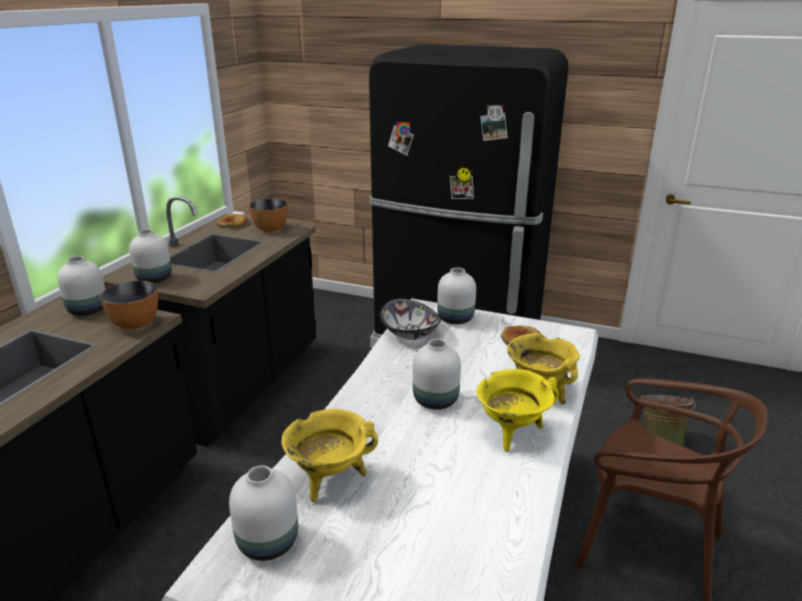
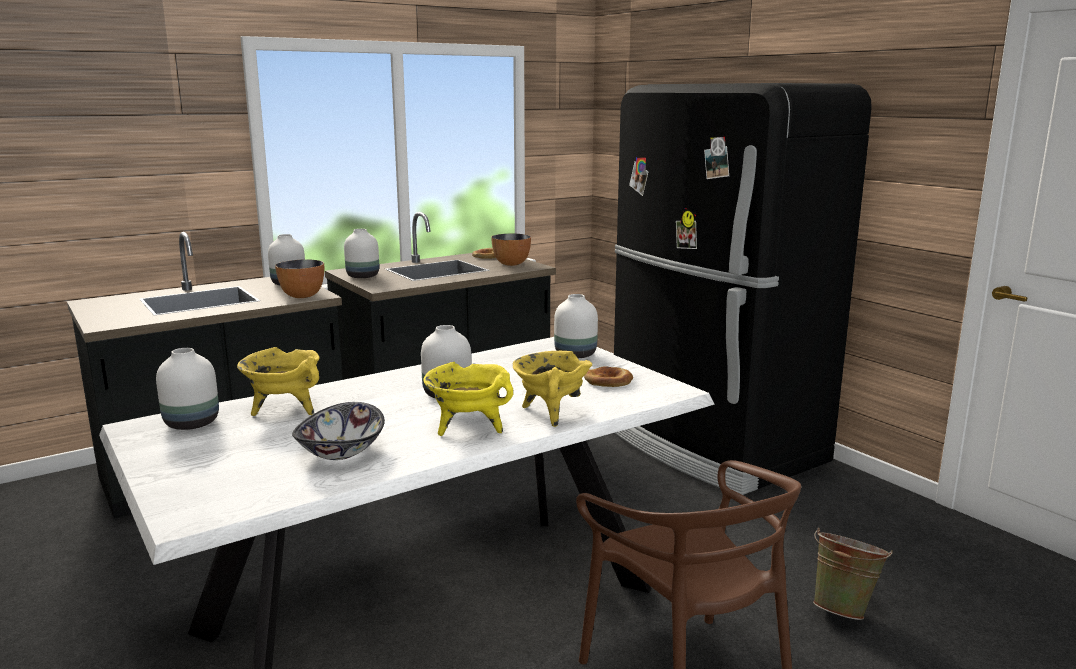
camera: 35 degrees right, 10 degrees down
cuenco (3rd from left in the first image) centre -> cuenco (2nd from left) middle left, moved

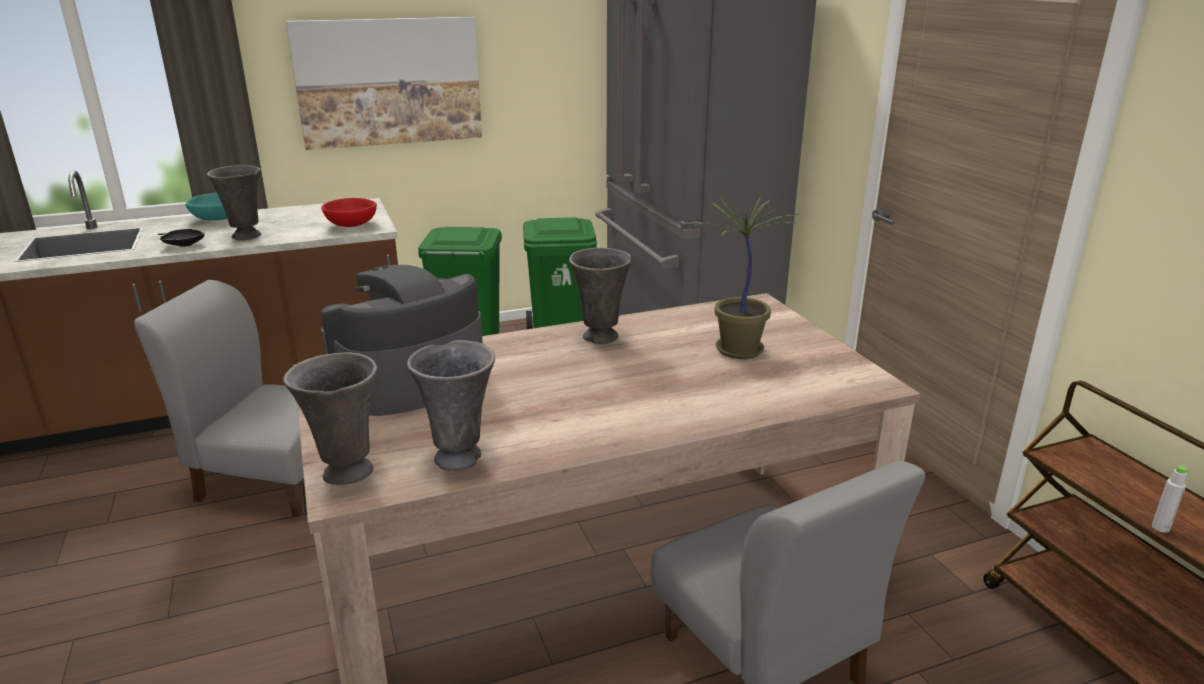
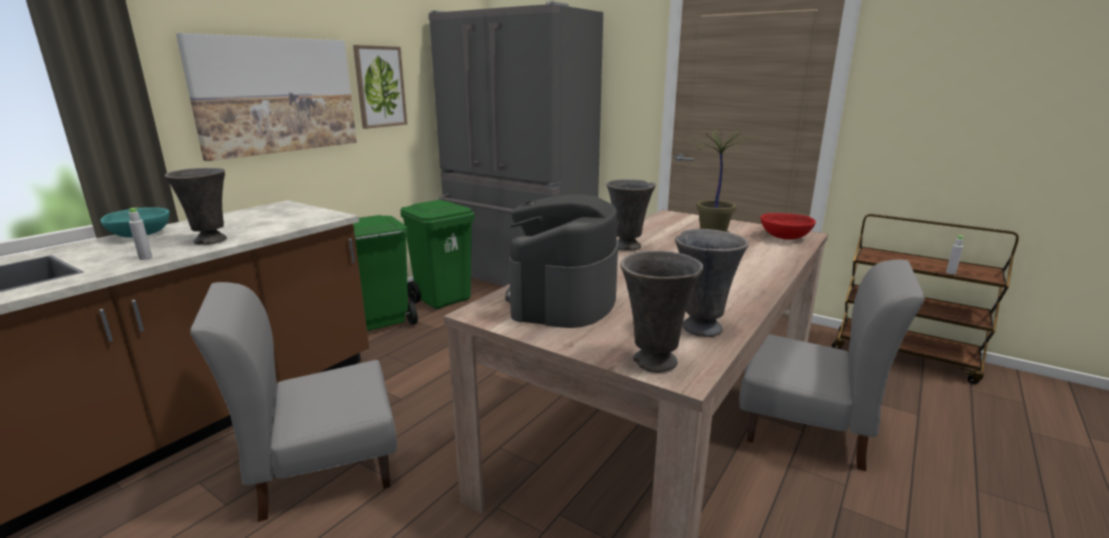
camera: 35 degrees left, 5 degrees down
cuenco/negro middle left -> botella/gris (1st from left) middle left
cuenco/rojo top left -> cuenco/rojo middle right, moved
none -> cuadro (2nd from left) top centre

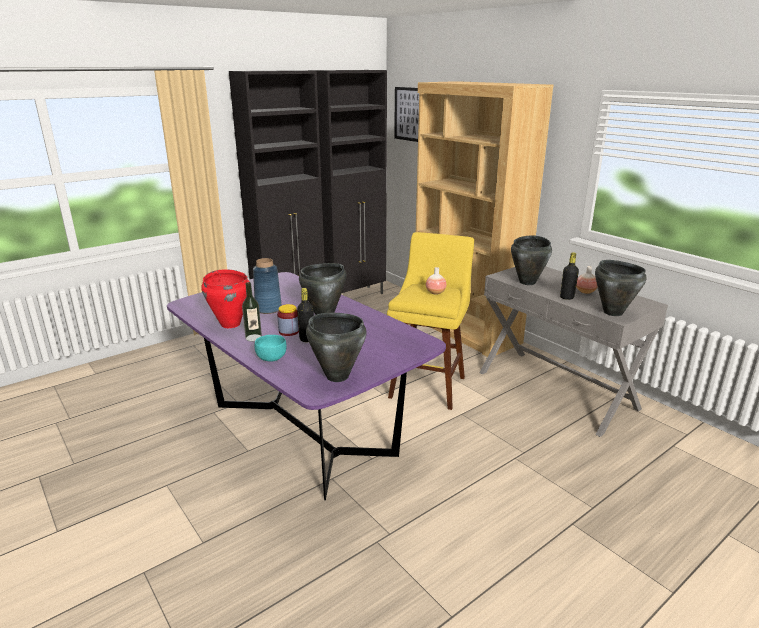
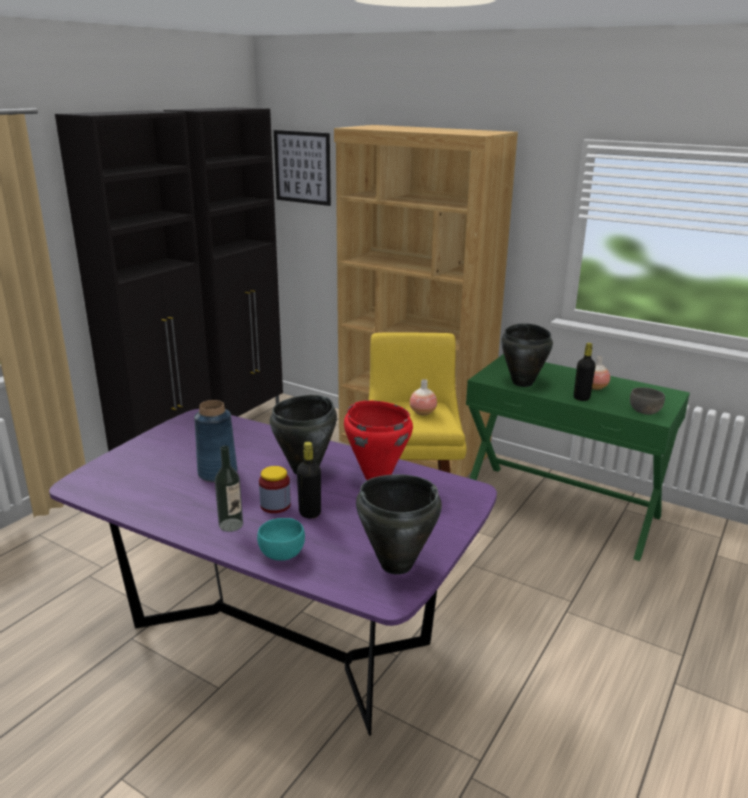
camera: 20 degrees left, 0 degrees up
olla/rojo middle left -> olla/rojo centre, moved
mesa consola/gris middle right -> mesa consola/verde middle right
olla/negro (4th from left) middle right -> cuenco/gris middle right

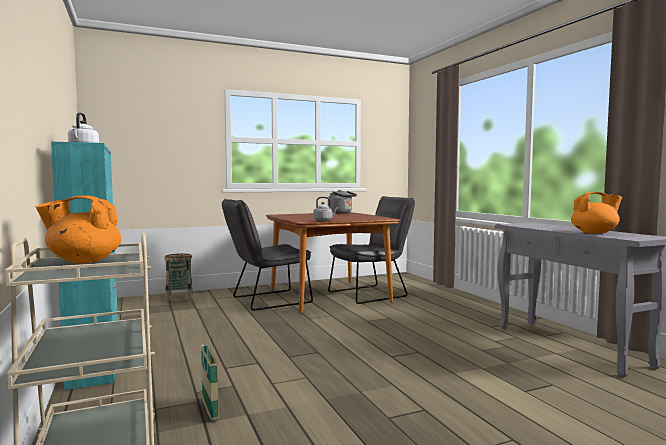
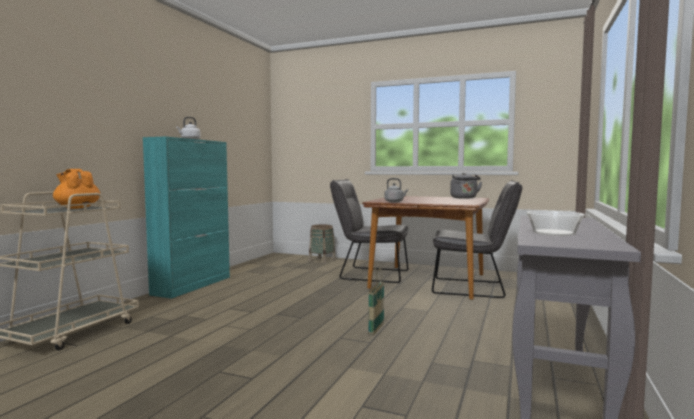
camera: 45 degrees right, 0 degrees up
cesta (2nd from left) bottom left -> cesta (2nd from left) bottom centre, moved
tetera/naranja (2nd from left) middle right -> cuenco middle right

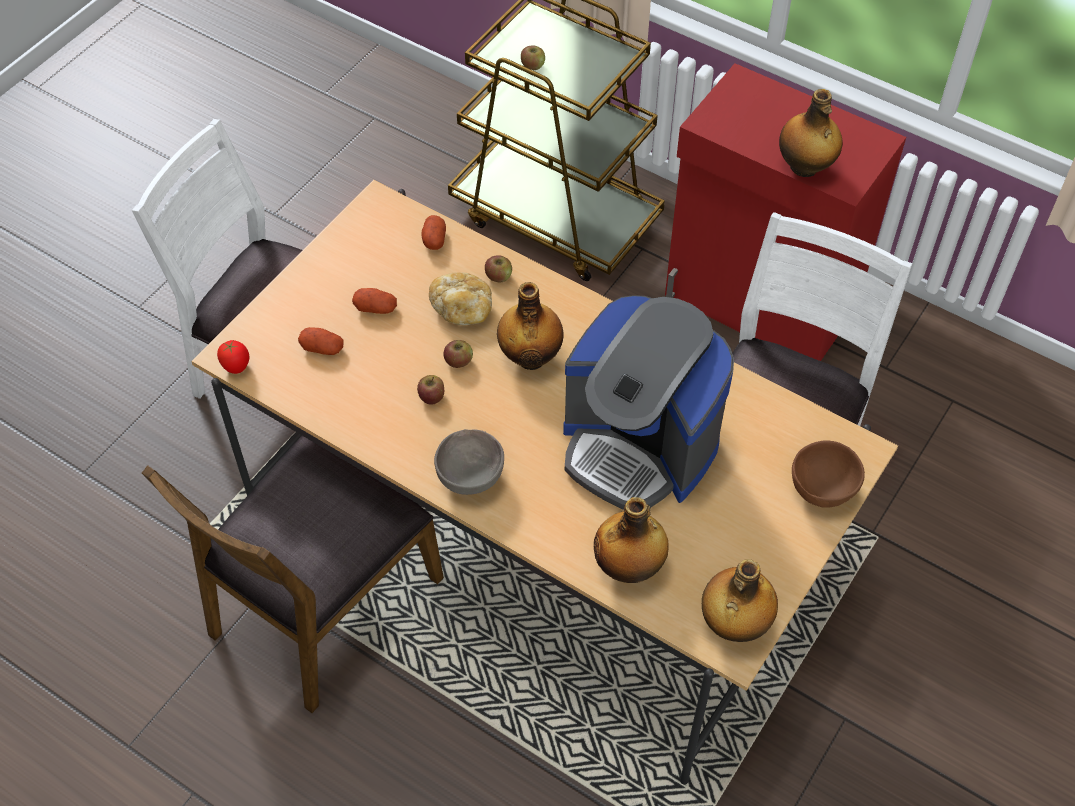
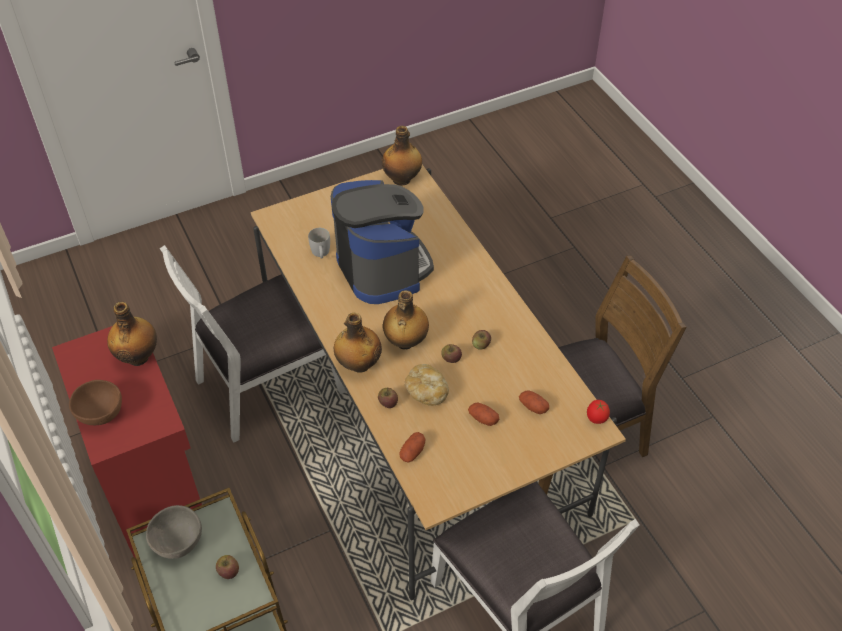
camera: 150 degrees left, 5 degrees down
cuenco/gris centre -> cuenco/gris bottom left, moved
botella (2nd from left) bottom centre -> botella (2nd from left) centre, moved
cuenco/marrón middle right -> cuenco/marrón middle left, moved
none -> taza grande/blanco centre

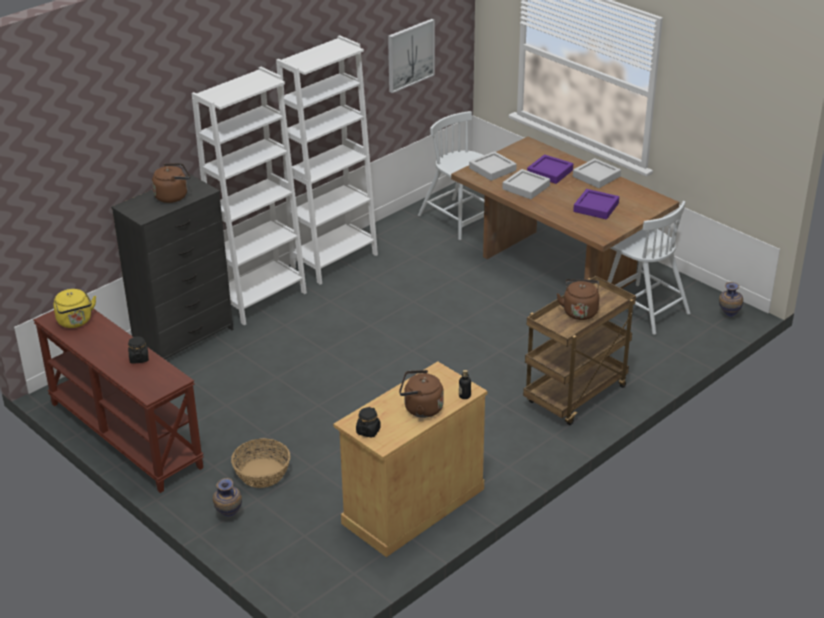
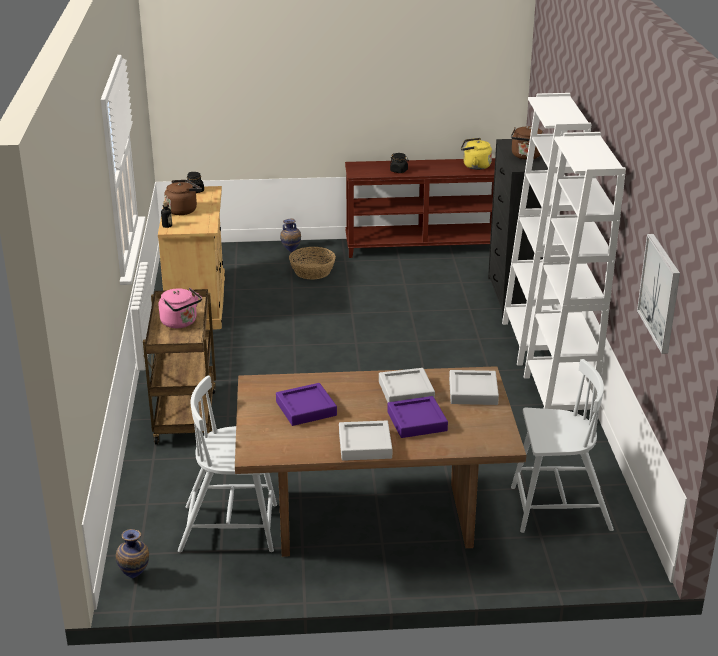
camera: 130 degrees right, 5 degrees down
hervidor/marrón (3rd from left) middle right -> hervidor/rosa middle left

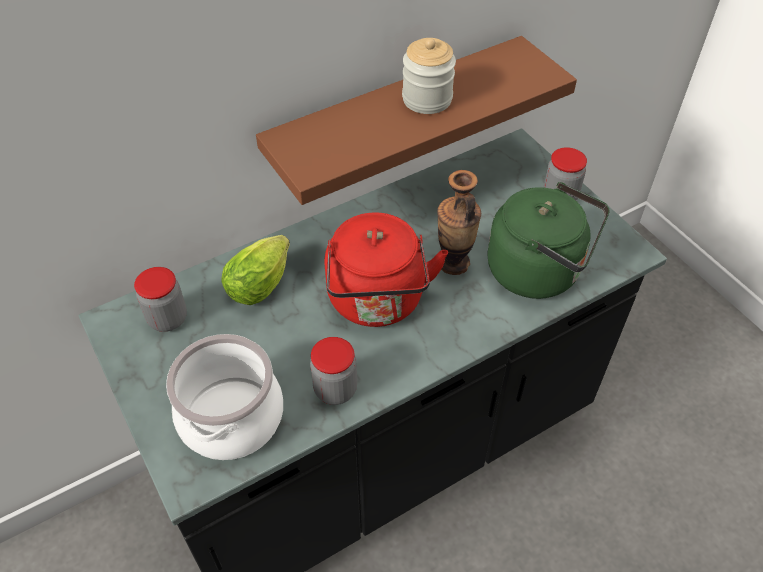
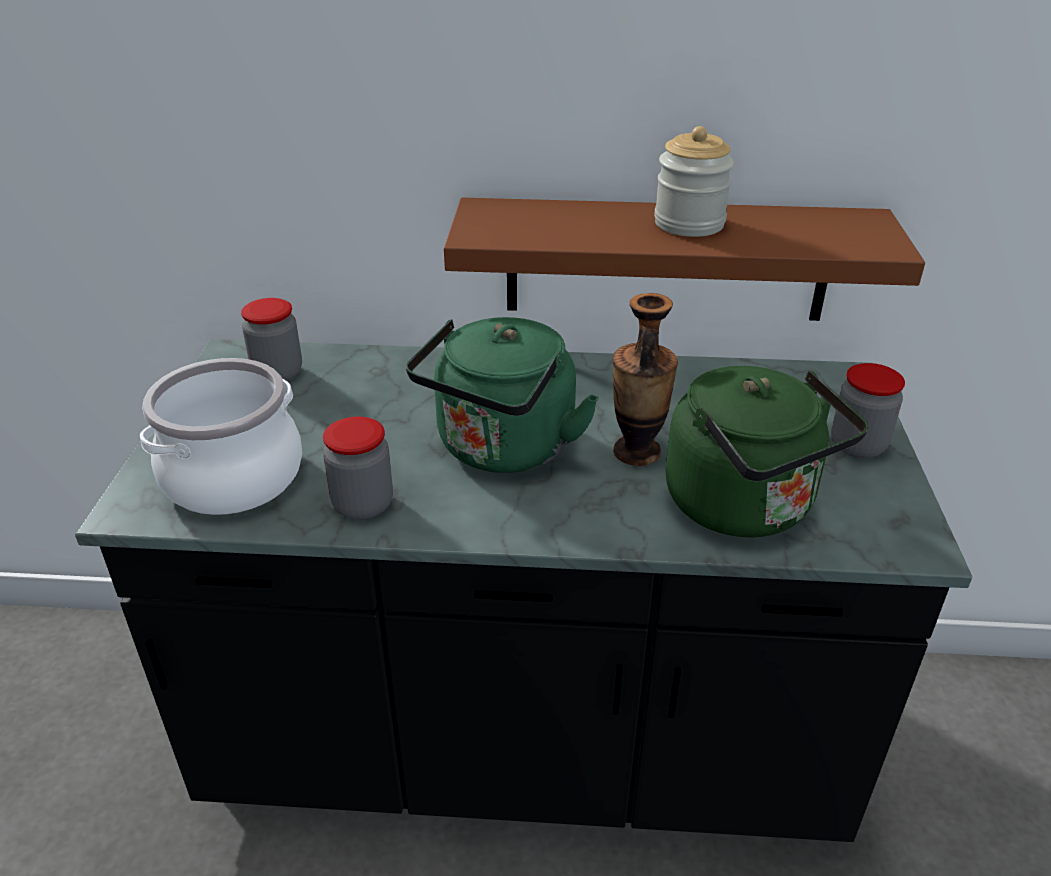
camera: 35 degrees right, 15 degrees down
lechuga centre -> none
hervidor/rojo centre -> hervidor/verde (1st from left) centre

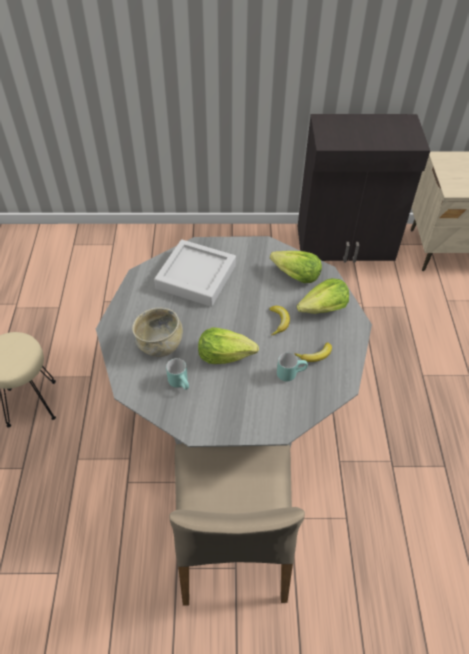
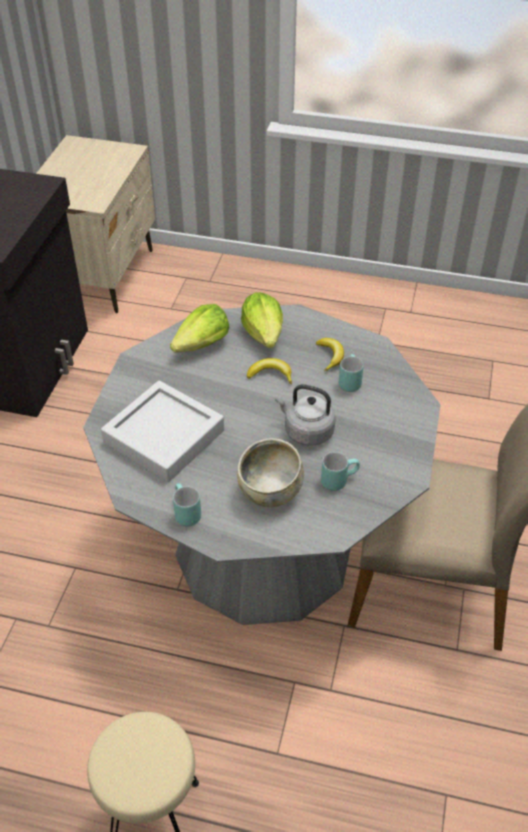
camera: 75 degrees left, 5 degrees down
lechuga (1st from left) centre -> hervidor/gris centre
none -> taza grande/turquesa (1st from left) centre

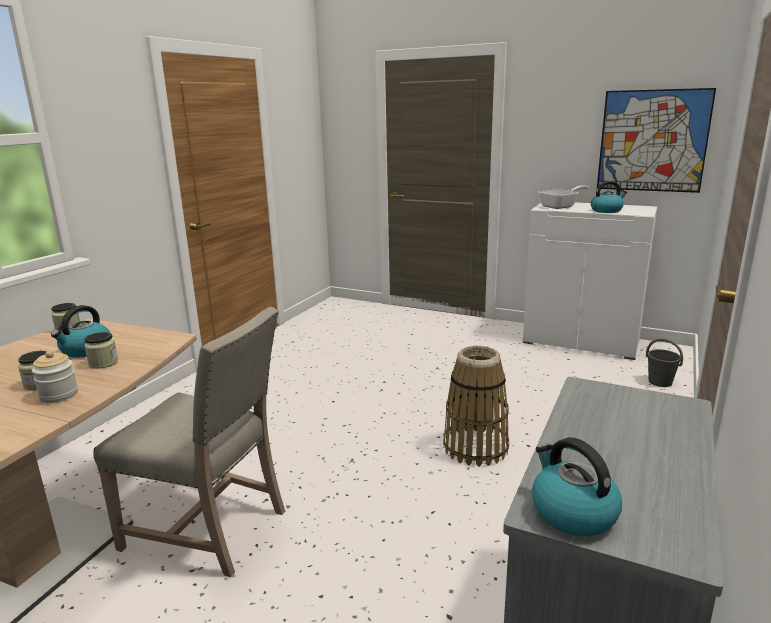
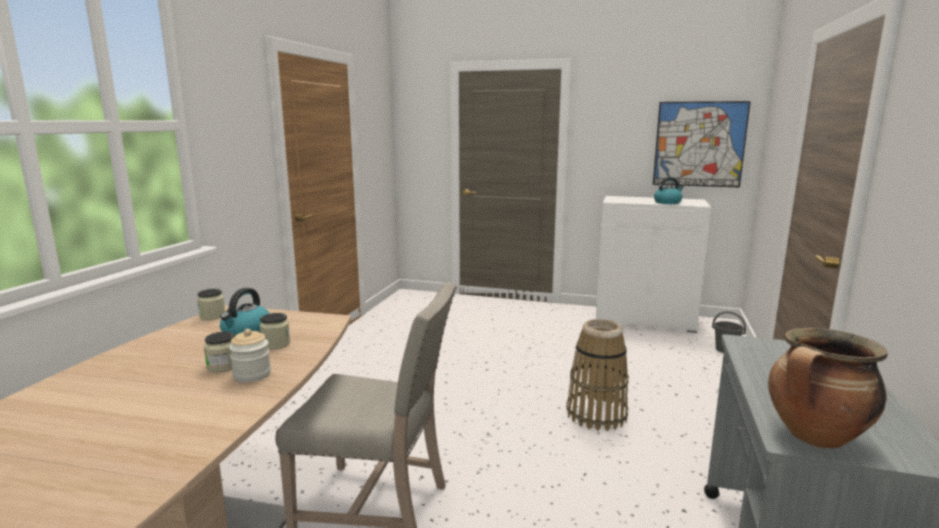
camera: 10 degrees left, 5 degrees down
hervidor (2nd from left) bottom right -> olla bottom right
sartén top right -> none

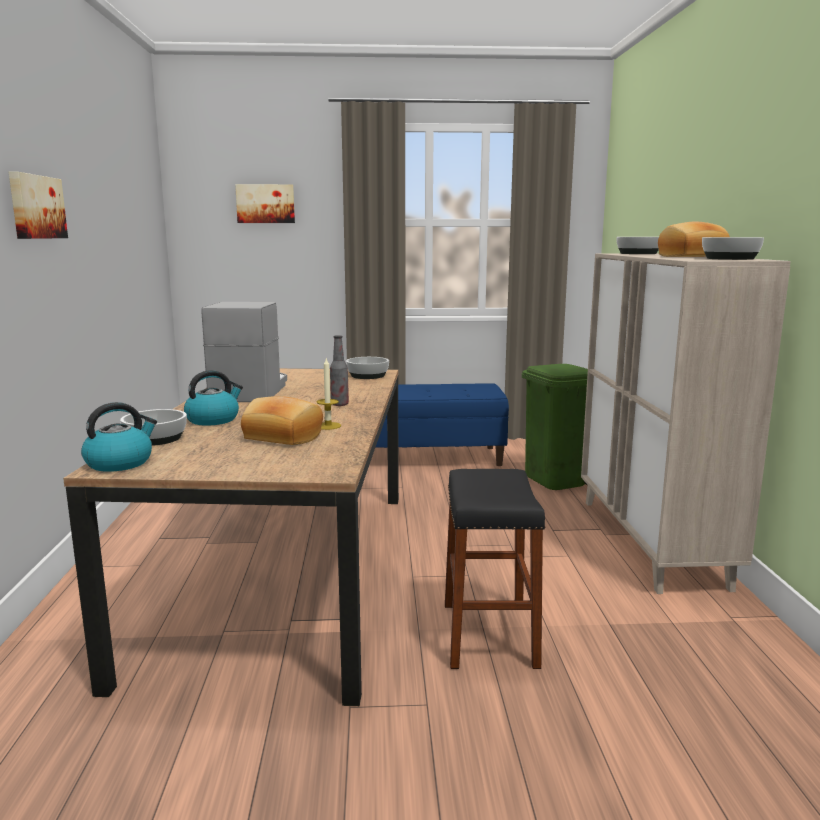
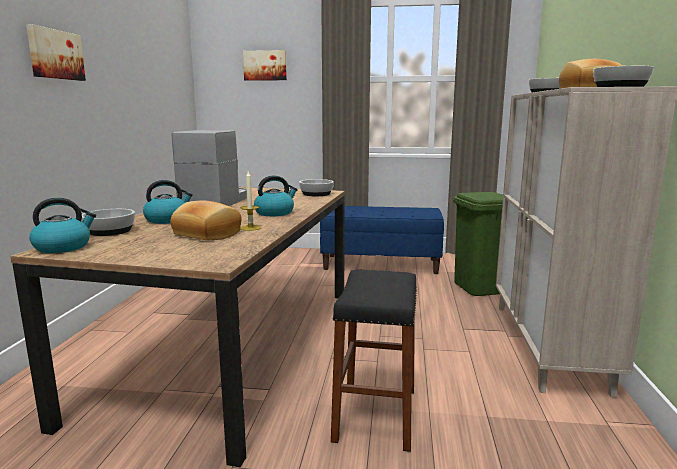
camera: 10 degrees right, 0 degrees up
botella centre -> hervidor (3rd from left) centre

